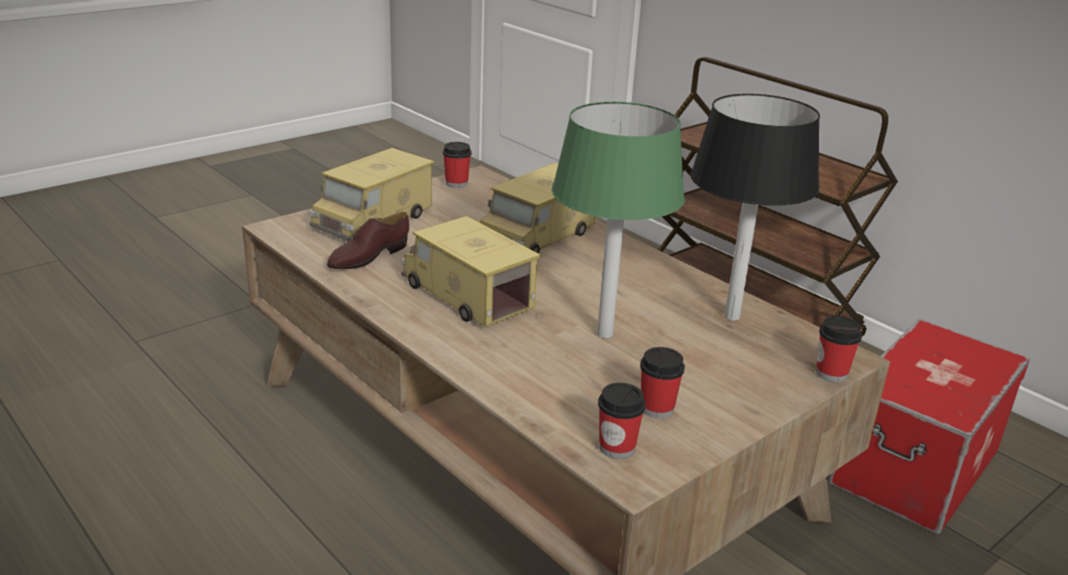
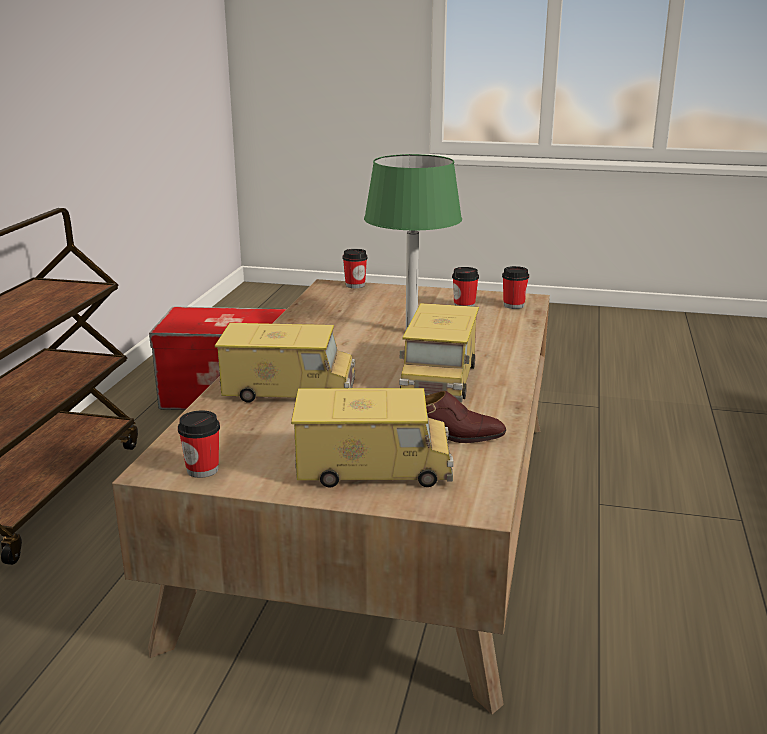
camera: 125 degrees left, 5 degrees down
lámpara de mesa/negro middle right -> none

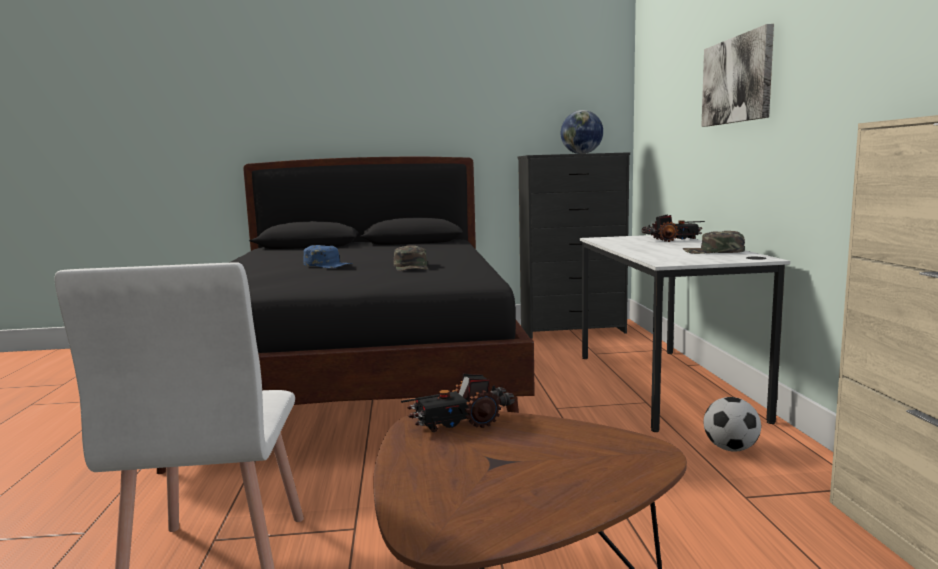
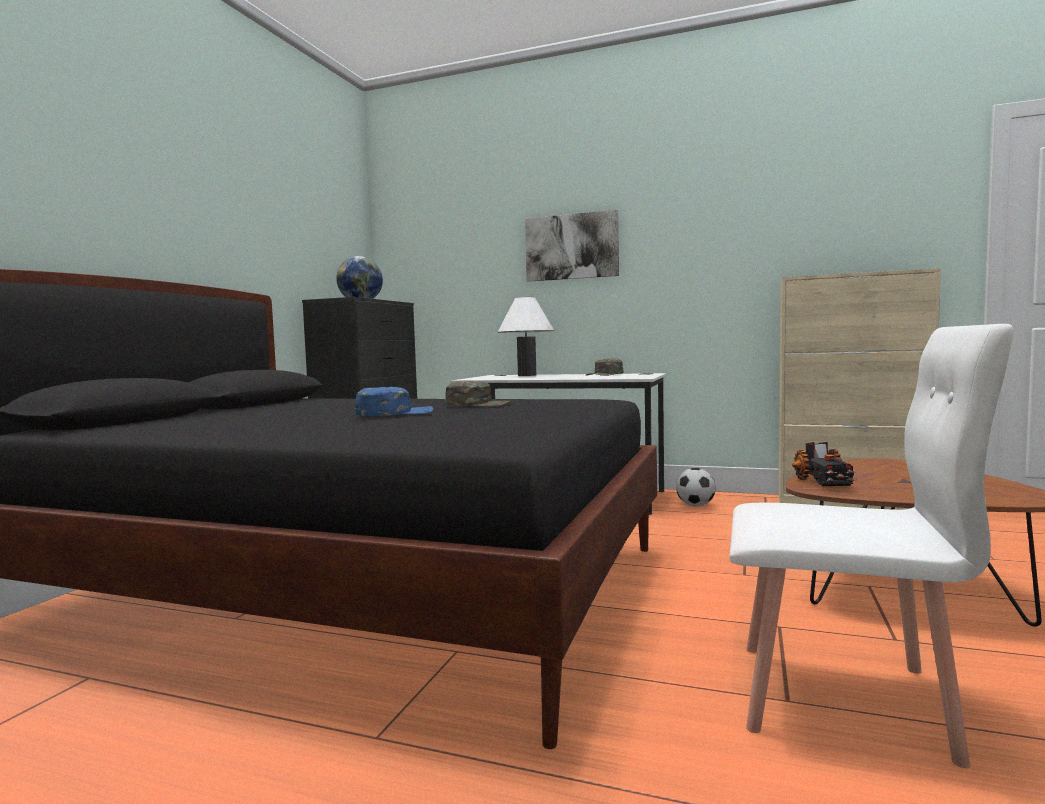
camera: 65 degrees left, 5 degrees down
camión de juguete (2nd from left) middle right -> lámpara de mesa/blanco centre

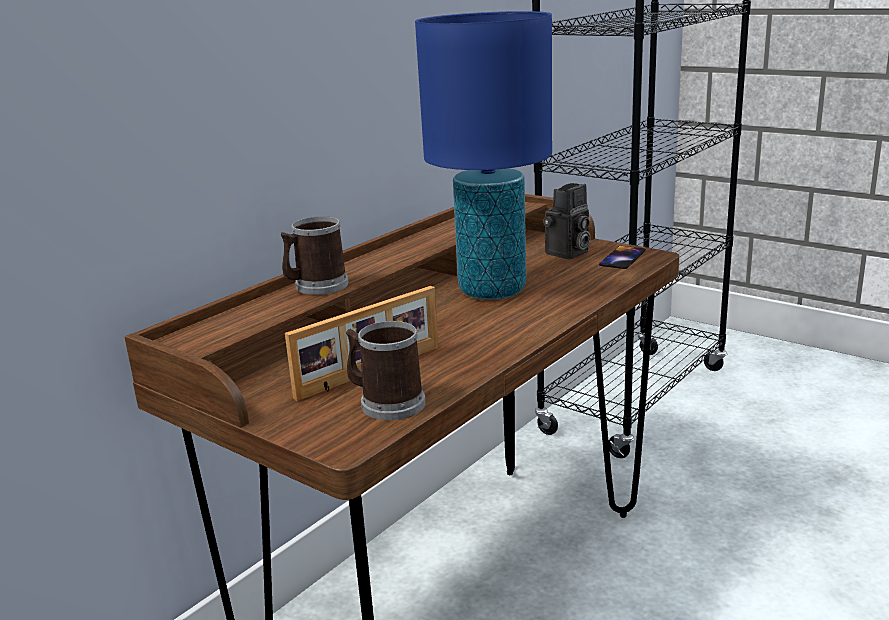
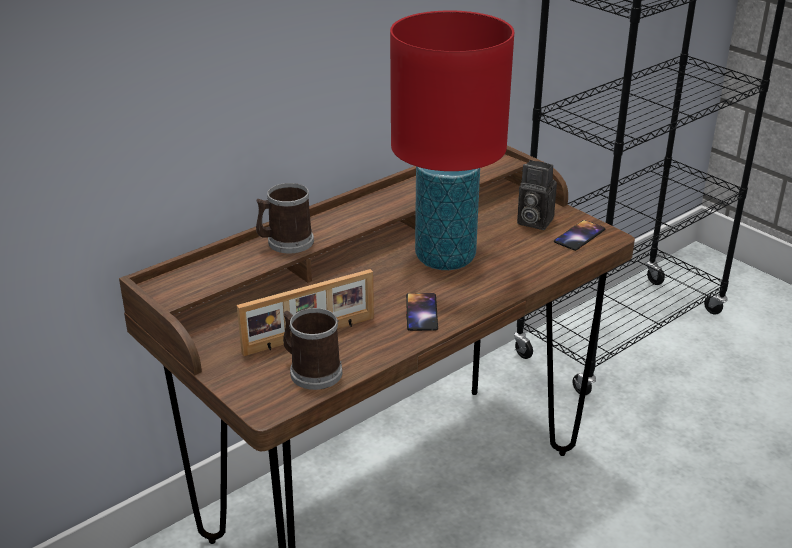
camera: 10 degrees right, 10 degrees up
lámpara de mesa/azul top centre -> lámpara de mesa/rojo top centre
cámara centre -> cámara middle right, 60 degrees clockwise
none -> móvil (1st from left) centre

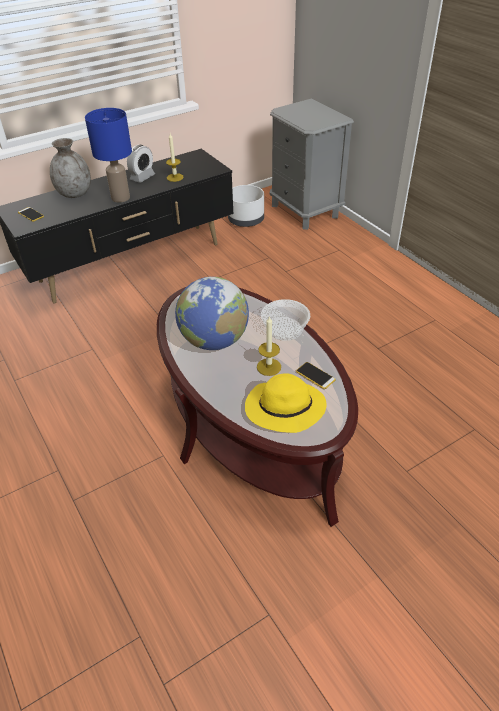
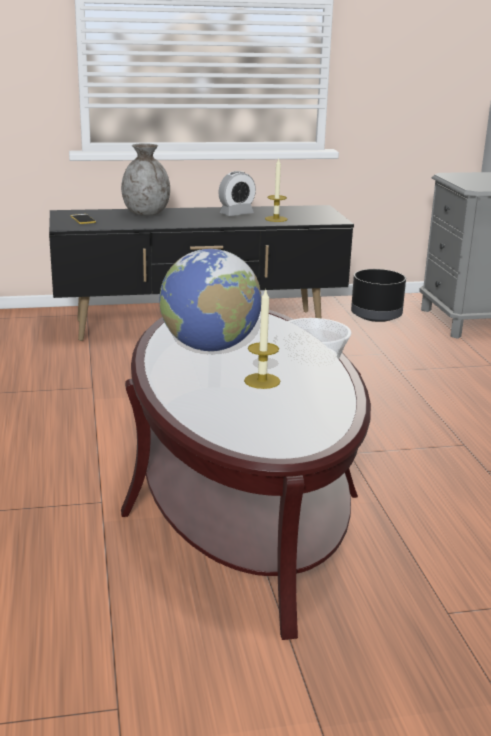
camera: 20 degrees right, 20 degrees down
lámpara de mesa/azul top left -> none
maceta/blanco top centre -> maceta/negro middle right
sombrero/amarillo centre -> none
móvil (2nd from left) centre -> none

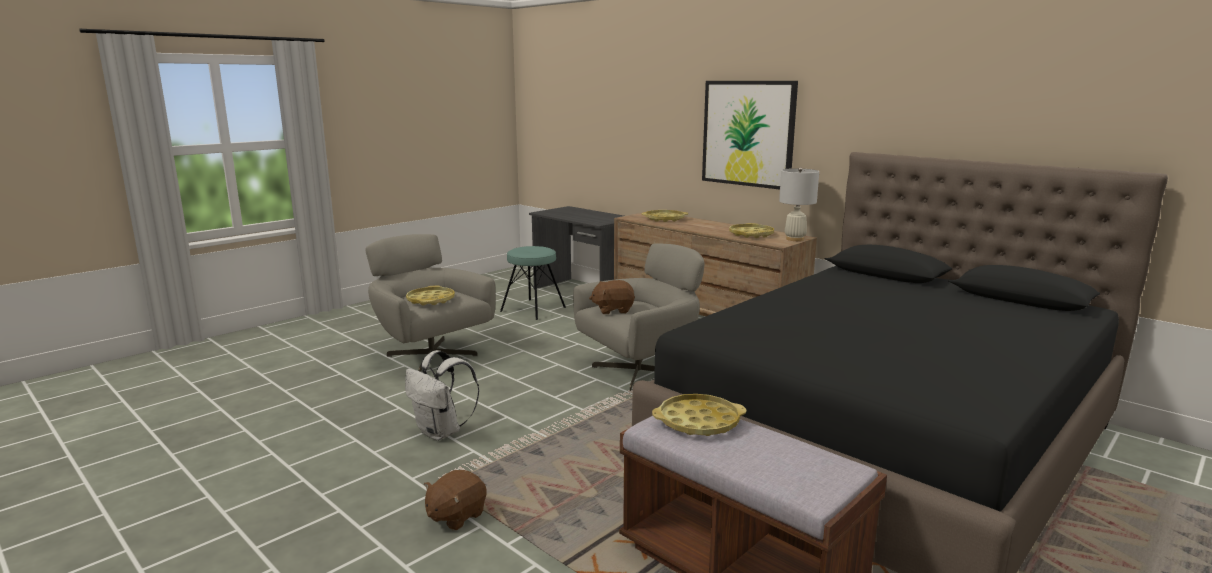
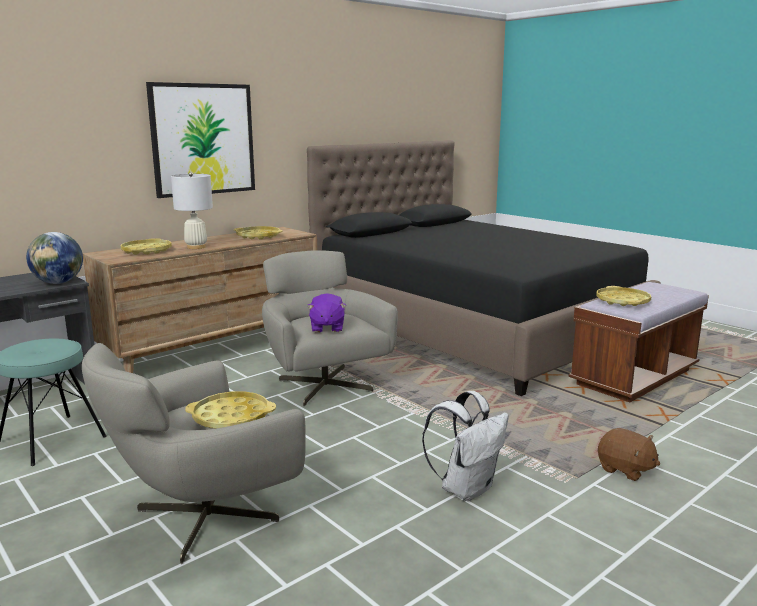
camera: 85 degrees left, 0 degrees up
peluche/marrón (2nd from left) centre -> peluche/morado centre
lámpara de mesa/blanco centre -> lámpara de mesa/blanco middle left, moved
none -> globo terráqueo middle left

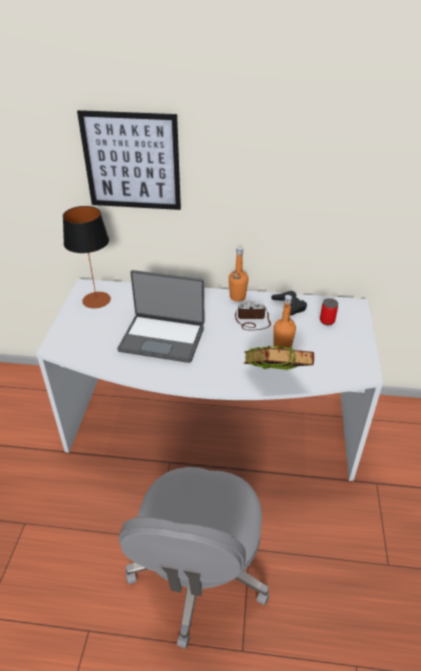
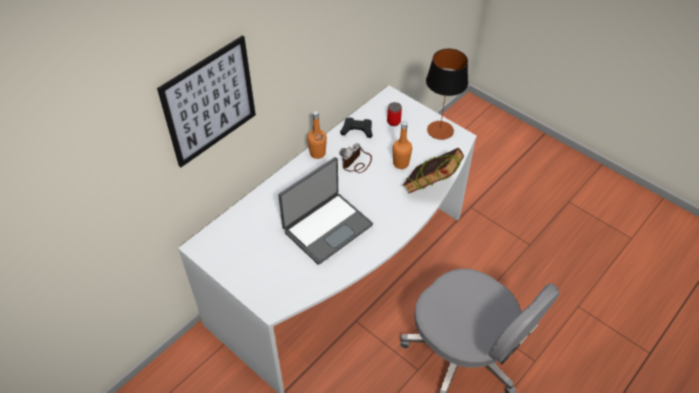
camera: 55 degrees left, 10 degrees up
lámpara de mesa middle left -> lámpara de mesa top centre, moved

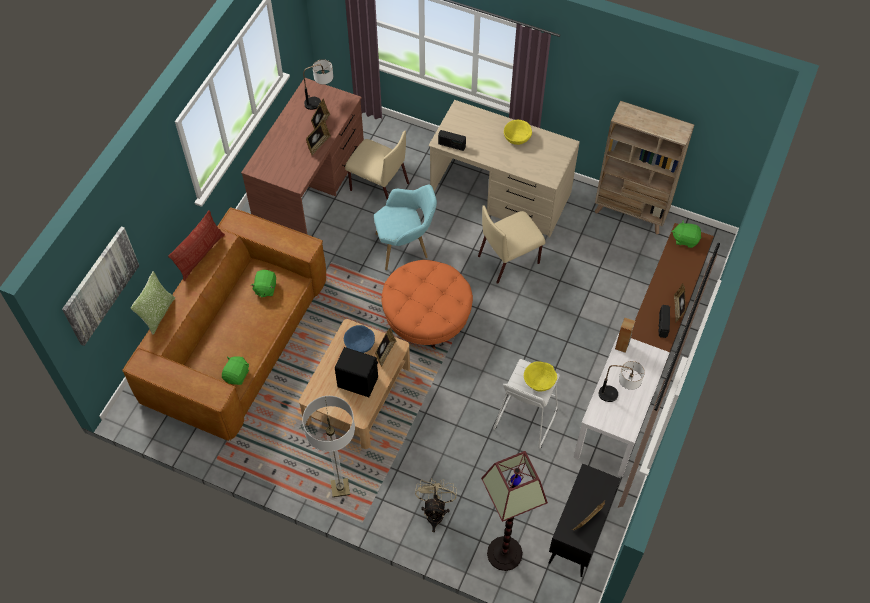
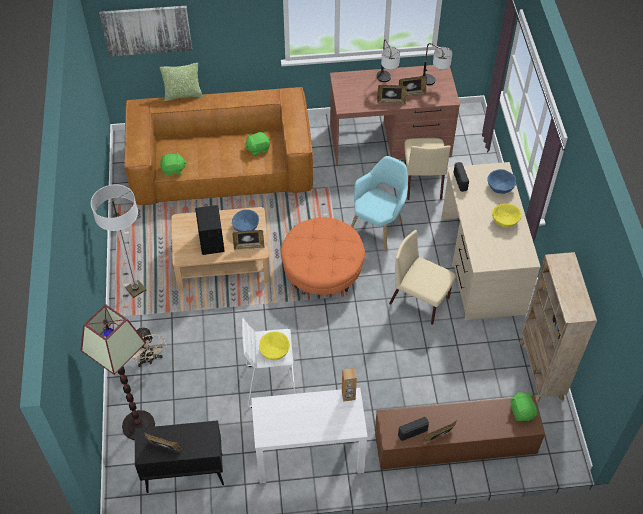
camera: 60 degrees right, 5 degrees down
cojín (2nd from left) middle left -> none
sillón/turquesa centre, 105 degrees counterclockwise
ventilador/beis bottom centre -> ventilador/beis bottom left, 90 degrees clockwise
lámpara de mesa (2nd from left in the first image) middle right -> lámpara de mesa (1st from left) top centre, moved
none -> cuenco/azul (2nd from left) middle right

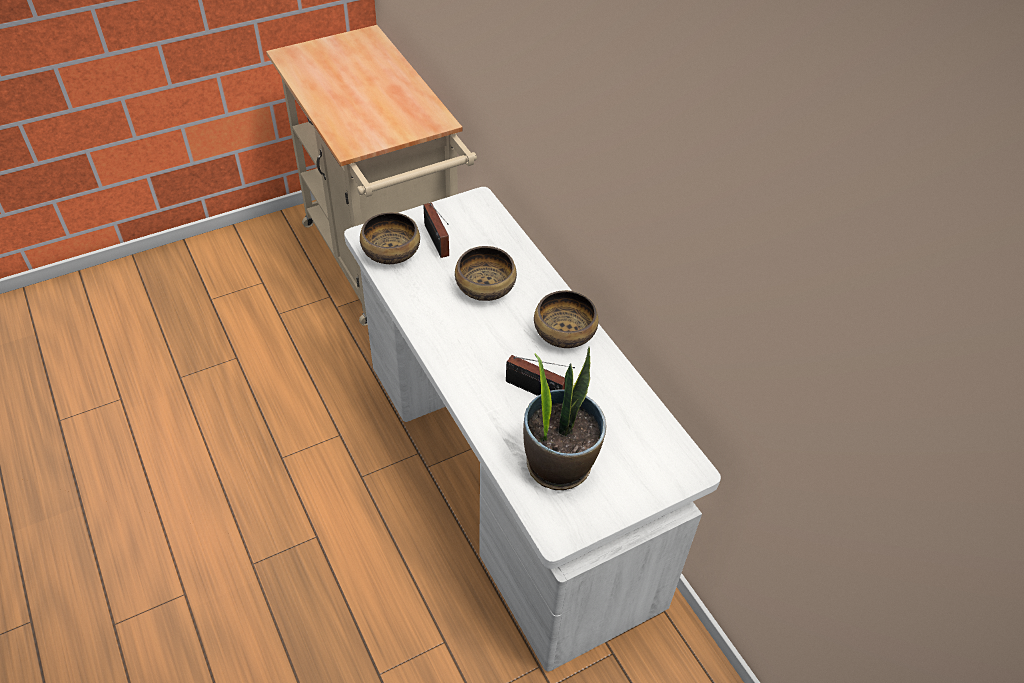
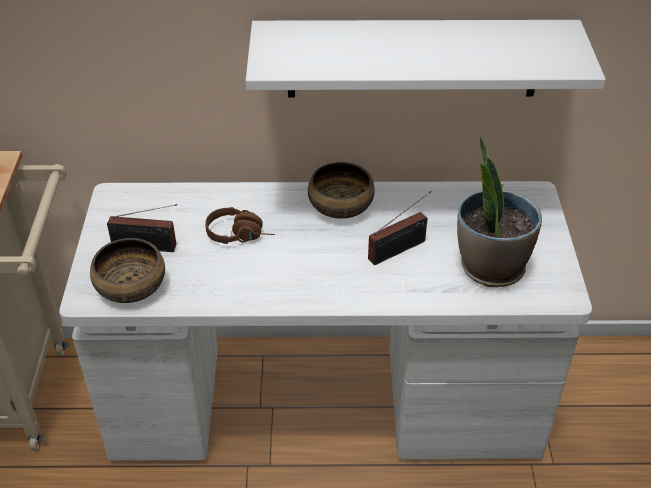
camera: 60 degrees left, 5 degrees down
cuenco (2nd from left) centre -> auriculares/marrón centre
none -> estante/blanco top centre

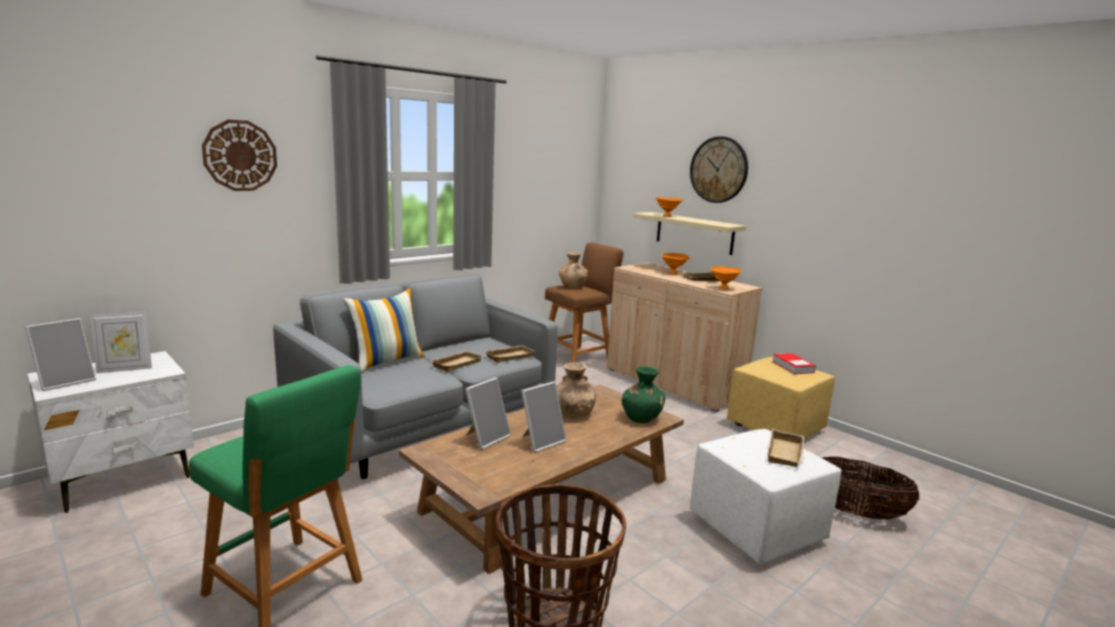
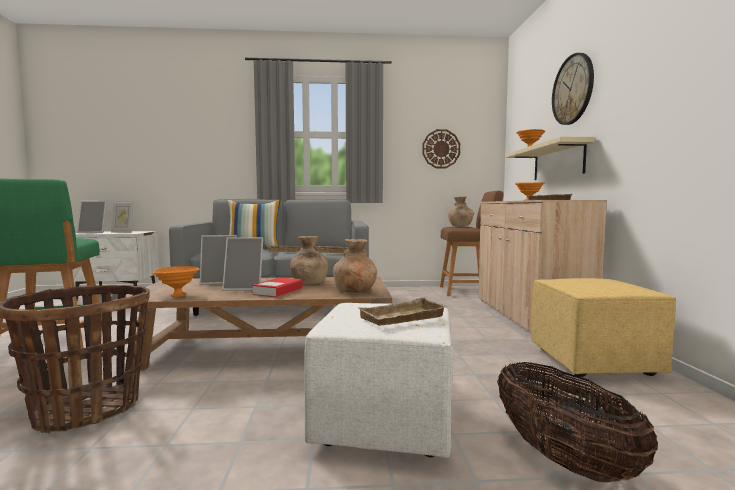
camera: 40 degrees right, 10 degrees down
reloj de pared (1st from left) top left -> reloj de pared (1st from left) top centre, moved
florero/verde centre -> florero/marrón (2nd from left) centre
cuenco/naranja (3rd from left in the first image) centre -> cuenco/naranja (1st from left) middle left, moved
libro middle right -> libro centre, moved

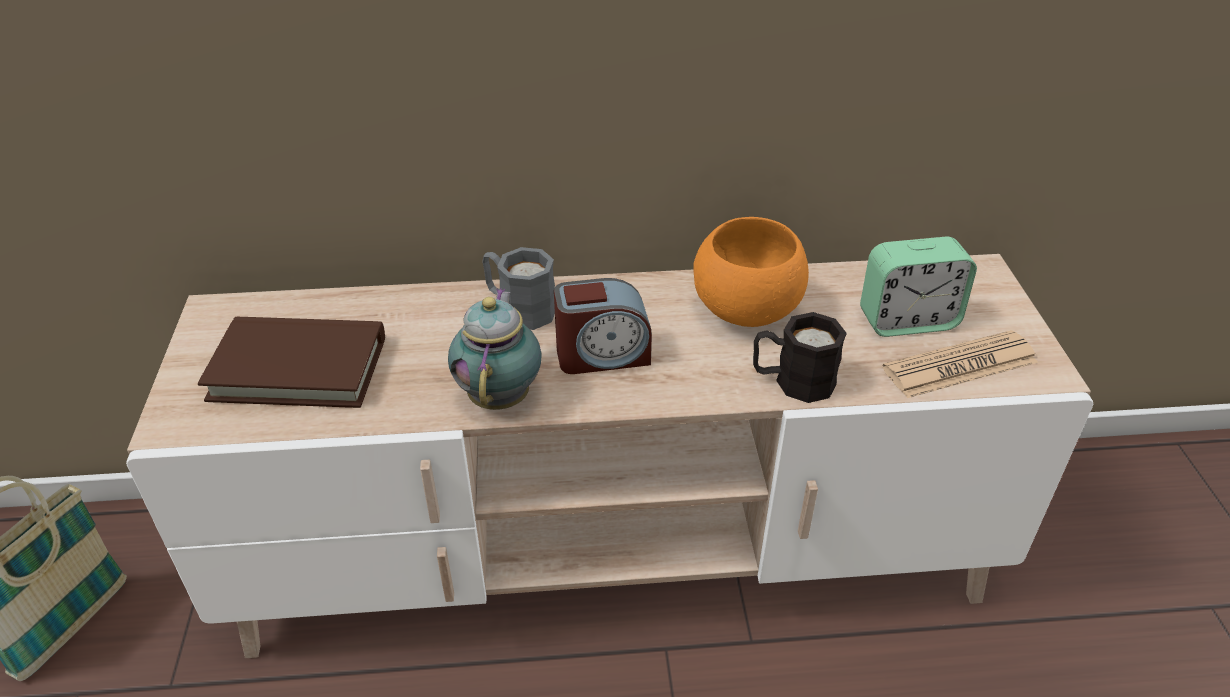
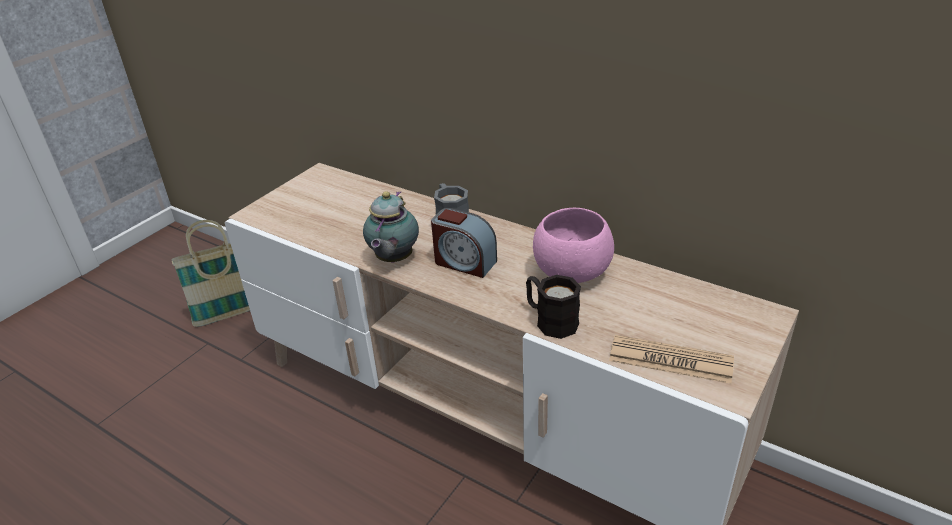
camera: 40 degrees right, 5 degrees down
libro/marrón middle left -> none
tetera centre, 150 degrees clockwise
cuenco/naranja centre -> cuenco/rosa centre
despertador (2nd from left) middle right -> none

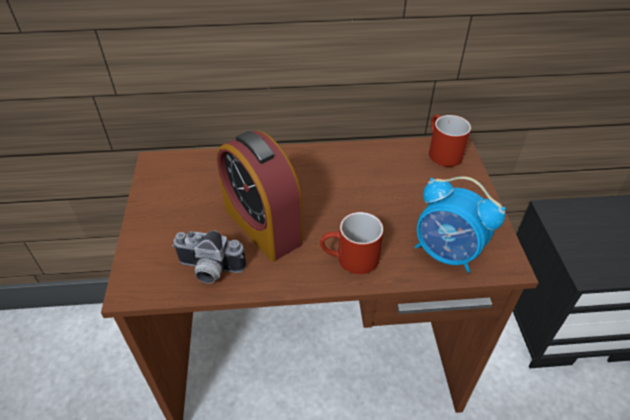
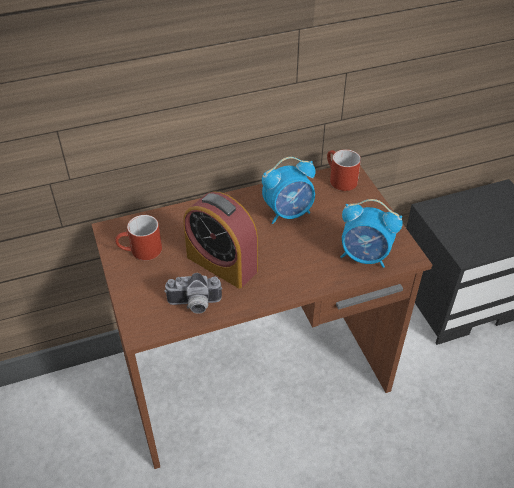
camera: 15 degrees left, 0 degrees up
taza grande/rojo (1st from left) centre -> taza grande/rojo (1st from left) middle left, moved
none -> despertador (2nd from left) centre

